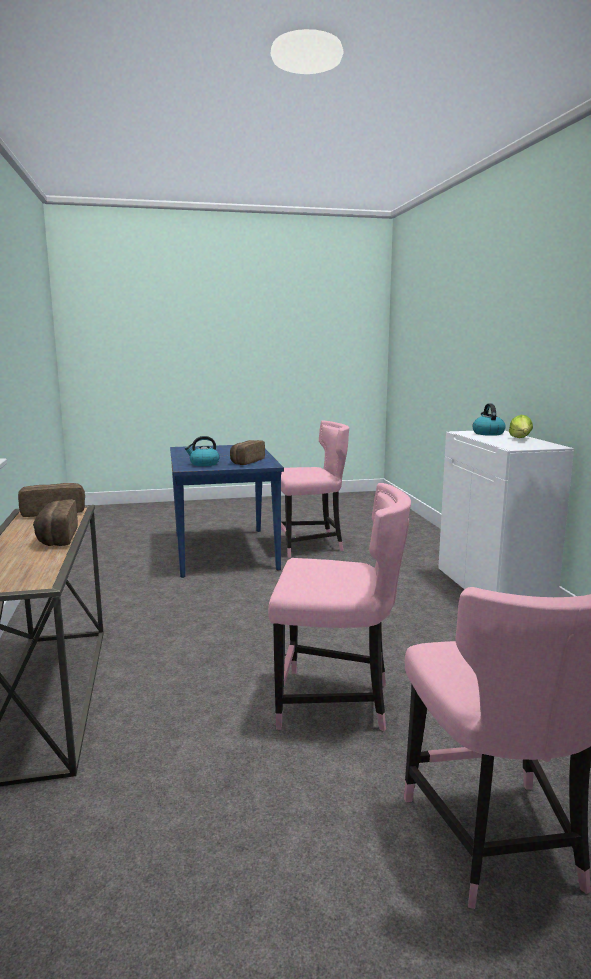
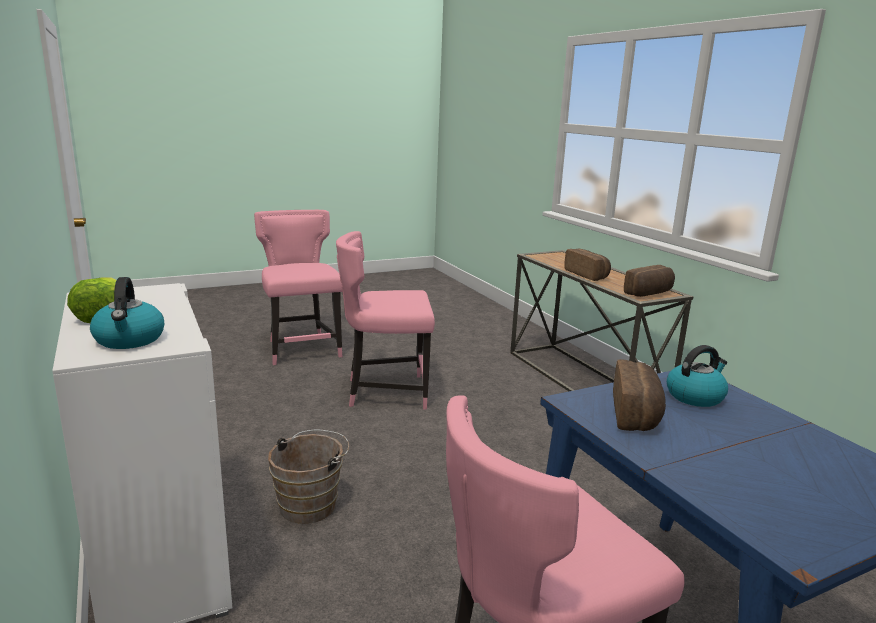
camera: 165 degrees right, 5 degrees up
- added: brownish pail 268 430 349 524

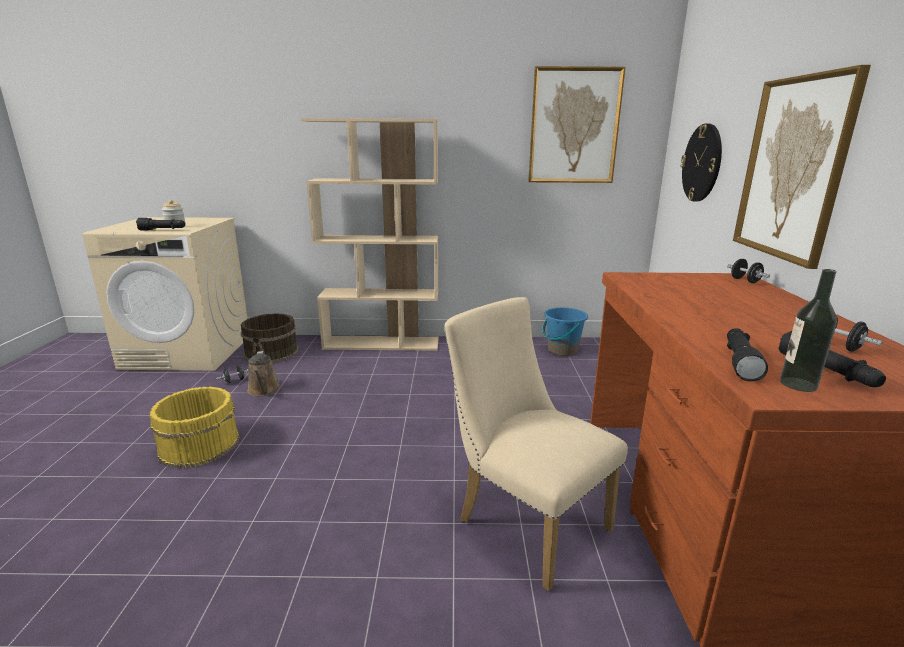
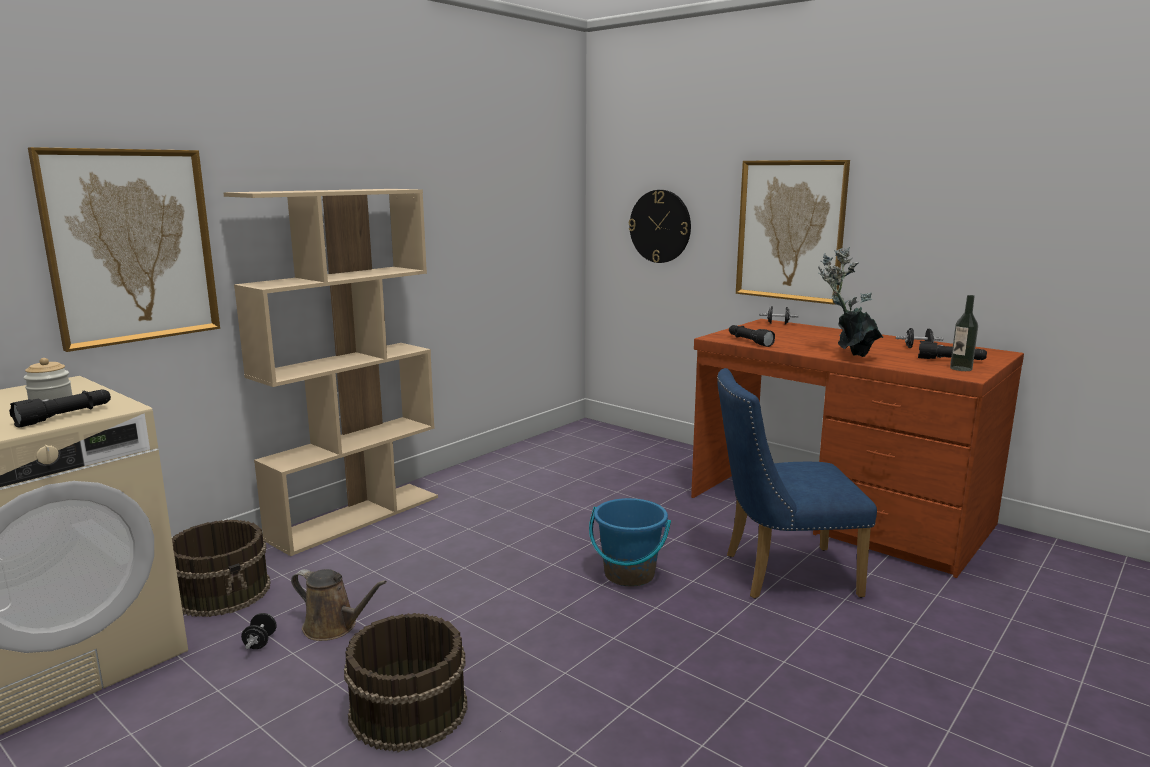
camera: 50 degrees left, 5 degrees down
- moved: wall picture 528 66 626 183 to 28 147 220 352
- recoloured: beige-coloured plain chair 444 297 628 591 to blue plain chair 717 368 877 599
- moved: blue pail 543 307 588 356 to 589 498 671 587
- moved: black-coloured torch 727 328 768 381 to 729 325 775 347
- recoloured: yellow-coloured pail 150 387 240 468 to brownish pail 344 613 467 752
- added: houseplant 818 247 883 357

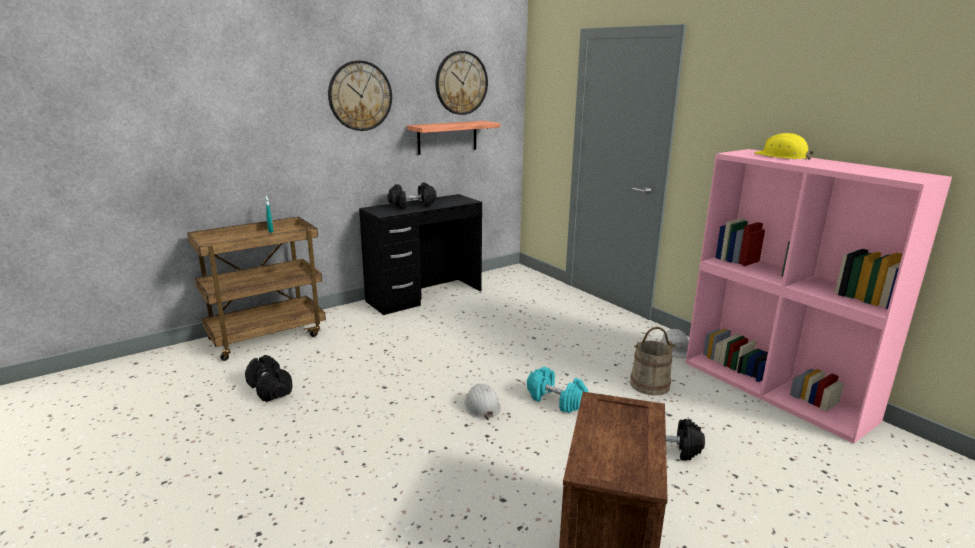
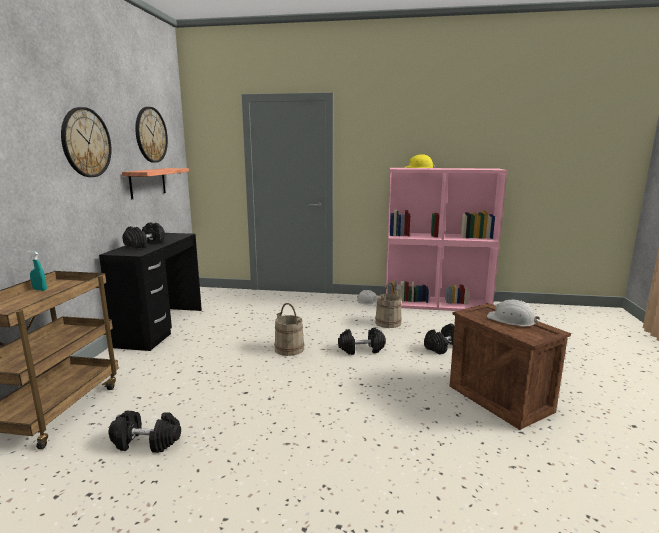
camera: 45 degrees left, 5 degrees down
- recoloured: turquoise-coloured free weight 527 367 588 413 to black-coloured free weight 338 328 386 355
- moved: white hard hat 465 384 501 420 to 487 300 540 327
- added: beige-coloured pail 274 303 305 356

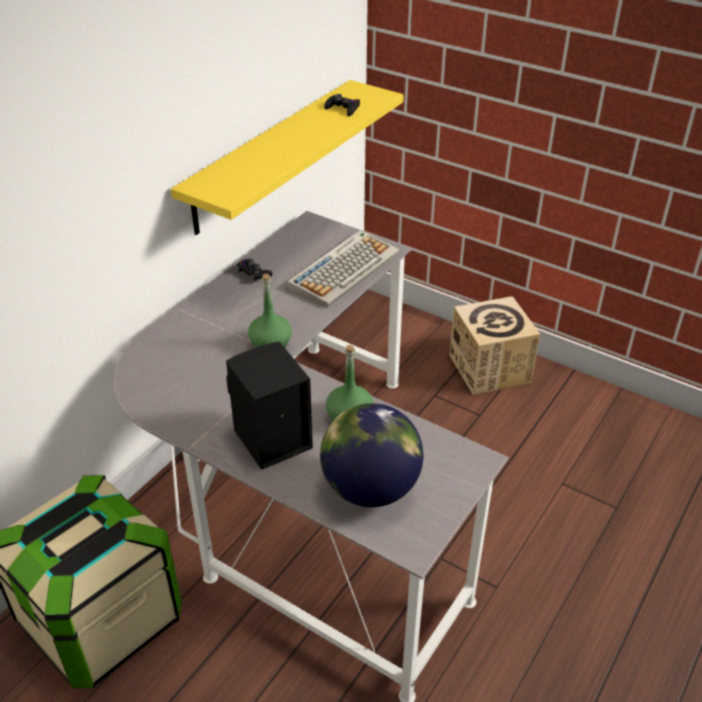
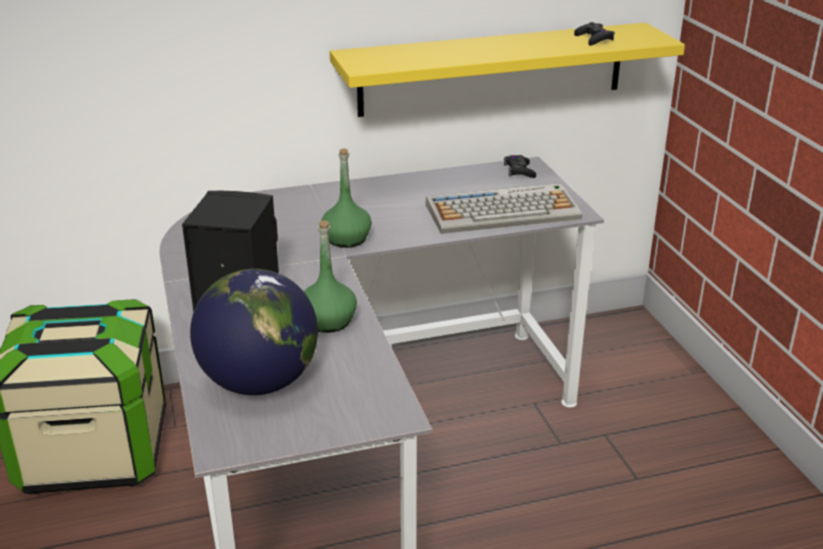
camera: 40 degrees right, 10 degrees down
- moved: black-coloured gamepad 235 259 272 283 to 504 155 536 178
- removed: packing box 449 296 540 395

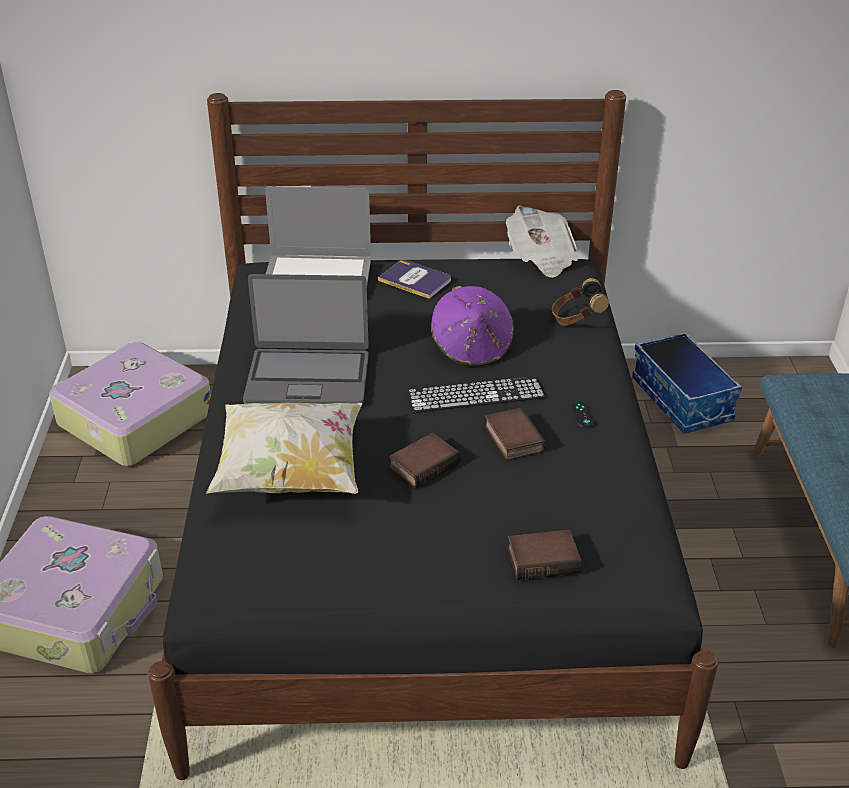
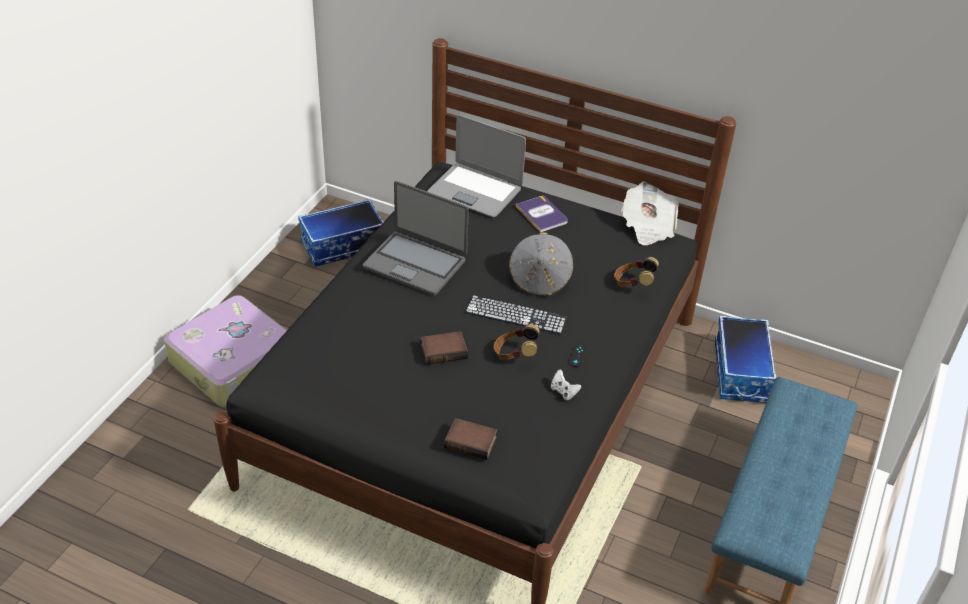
camera: 25 degrees right, 5 degrees up
- recoloured: purplish hat 431 286 514 367 to gray hat 509 232 573 296
- replaced: travel case 49 342 211 466 to storage box 298 199 384 267
- removed: throw pillow 206 403 362 494
- replaced: bound book 485 407 546 461 to headphones 494 324 540 360
- added: white gamepad 551 369 581 400

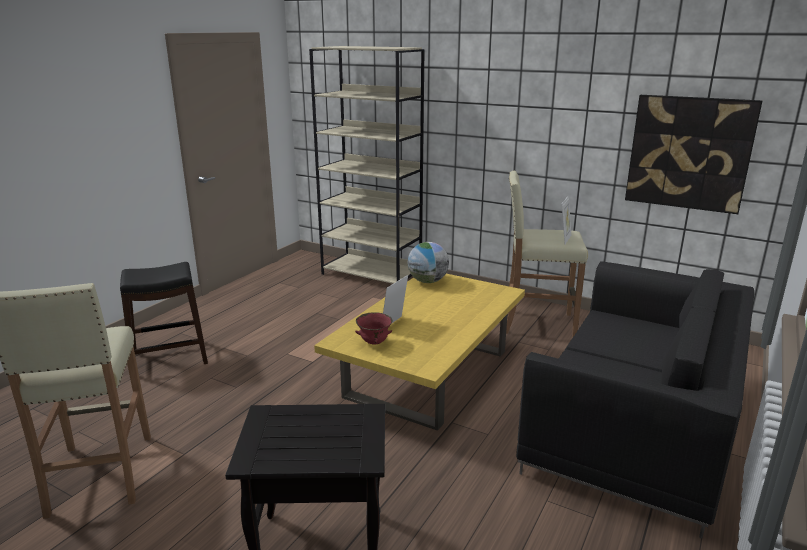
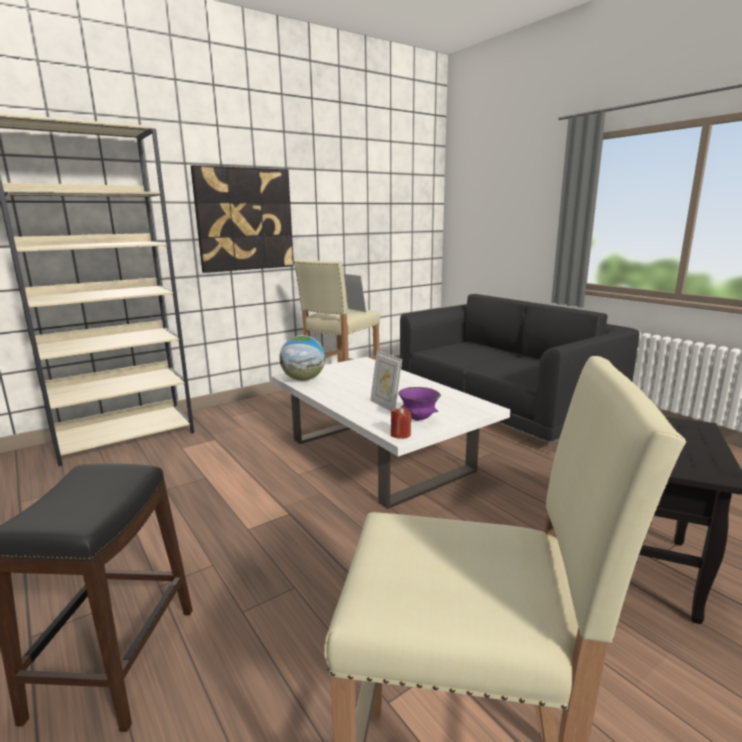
camera: 65 degrees left, 5 degrees down
- moved: wall picture 625 95 762 214 to 191 165 294 273
- recoloured: yellow-coloured coffee table 314 274 525 431 to white coffee table 272 357 510 509
- recoloured: red-coloured serving bowl 355 312 393 345 to purplish serving bowl 398 387 441 421
- added: red-coloured candle 390 407 412 439

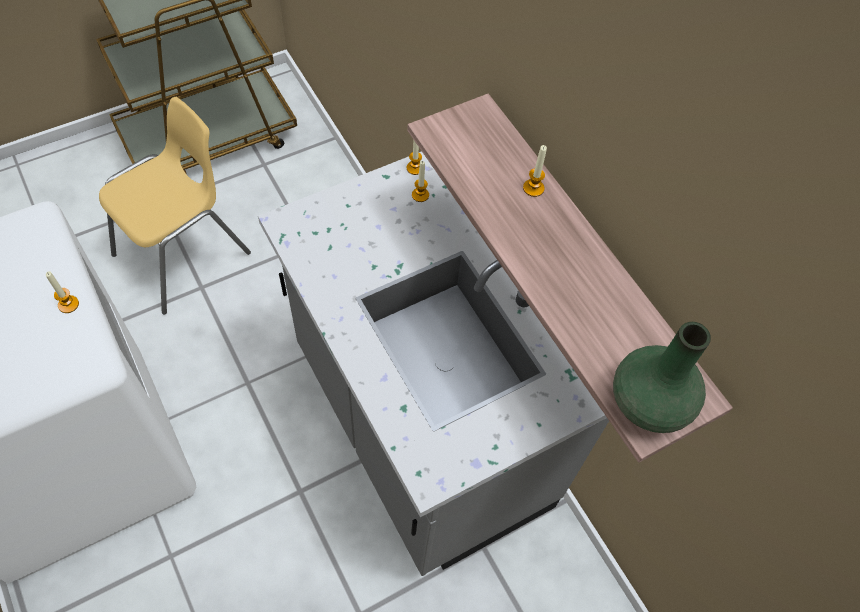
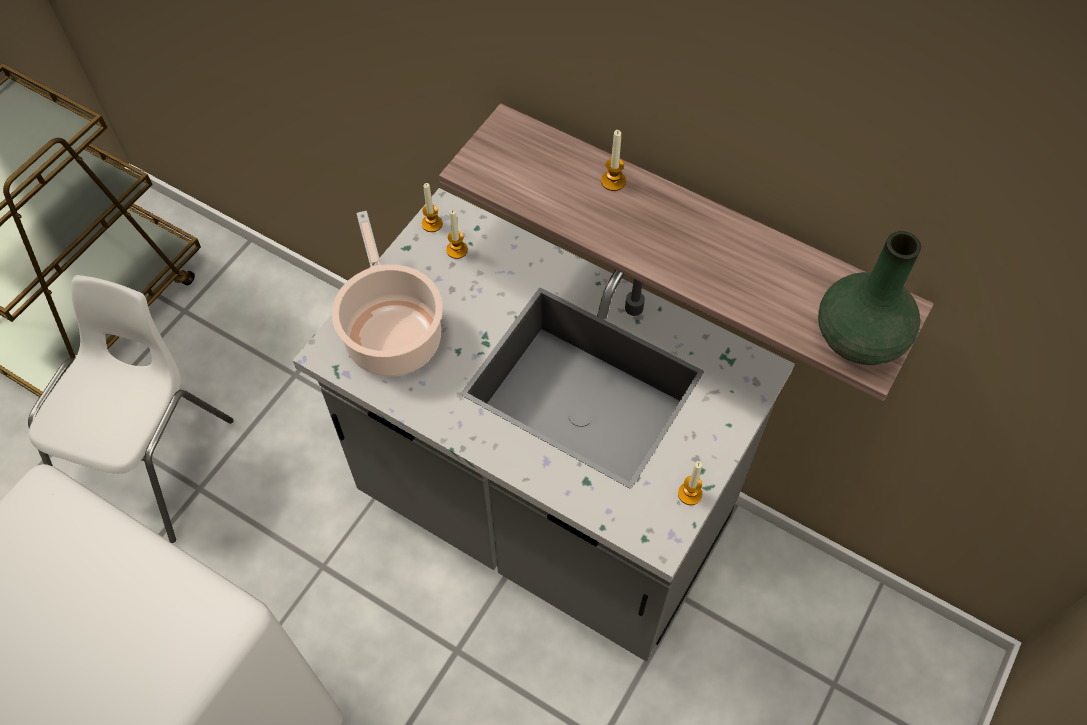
camera: 25 degrees left, 0 degrees up
- recoloured: yellow-coloured plain chair 99 97 251 314 to white plain chair 28 275 234 543
- moved: candle 46 271 79 313 to 678 461 702 505
- added: cooking pot 332 211 443 377

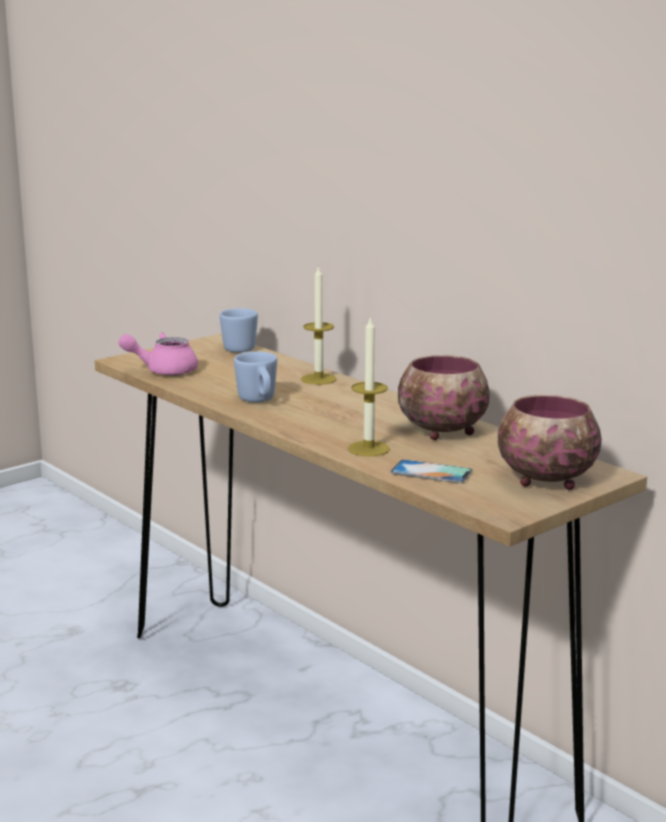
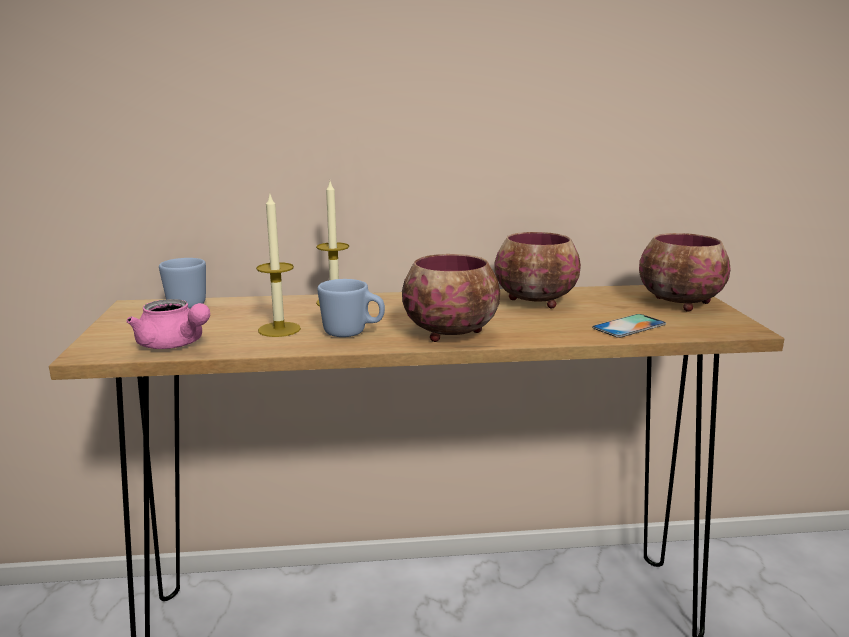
camera: 55 degrees left, 0 degrees up
- moved: candle 348 317 390 457 to 256 192 301 337
- turned: pink-coloured tea pot 118 333 198 376 = 126 299 210 349 75 degrees counterclockwise
- added: serving bowl 402 254 500 342

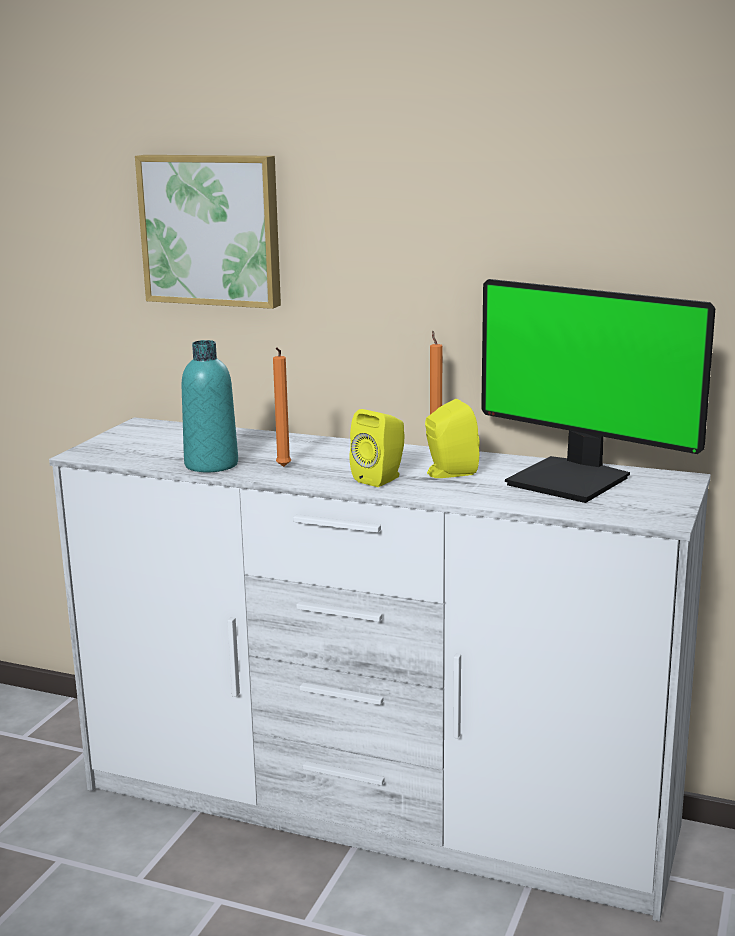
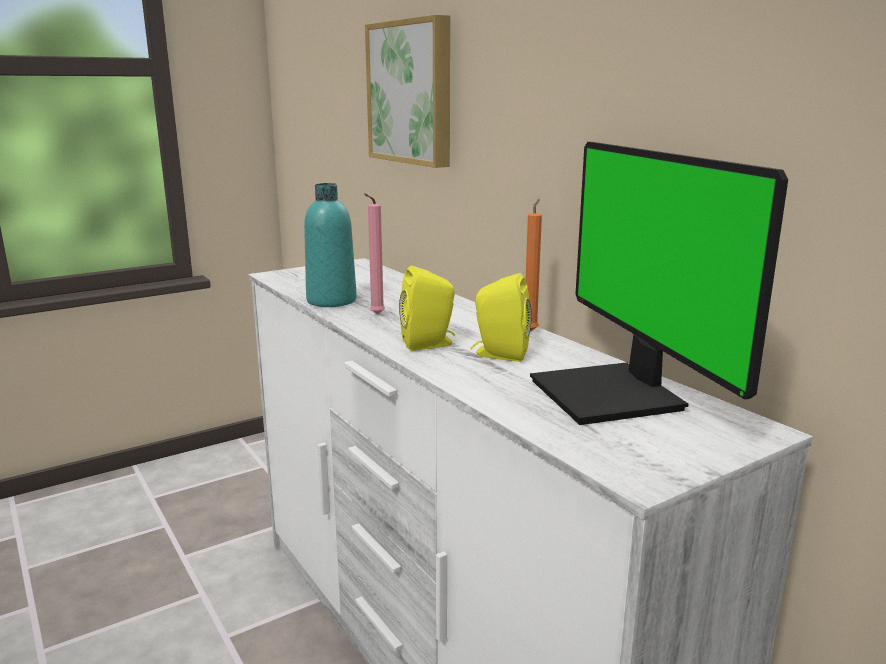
camera: 35 degrees right, 0 degrees up
- recoloured: orangey candle 273 347 291 467 to pink-coloured candle 364 193 385 315

